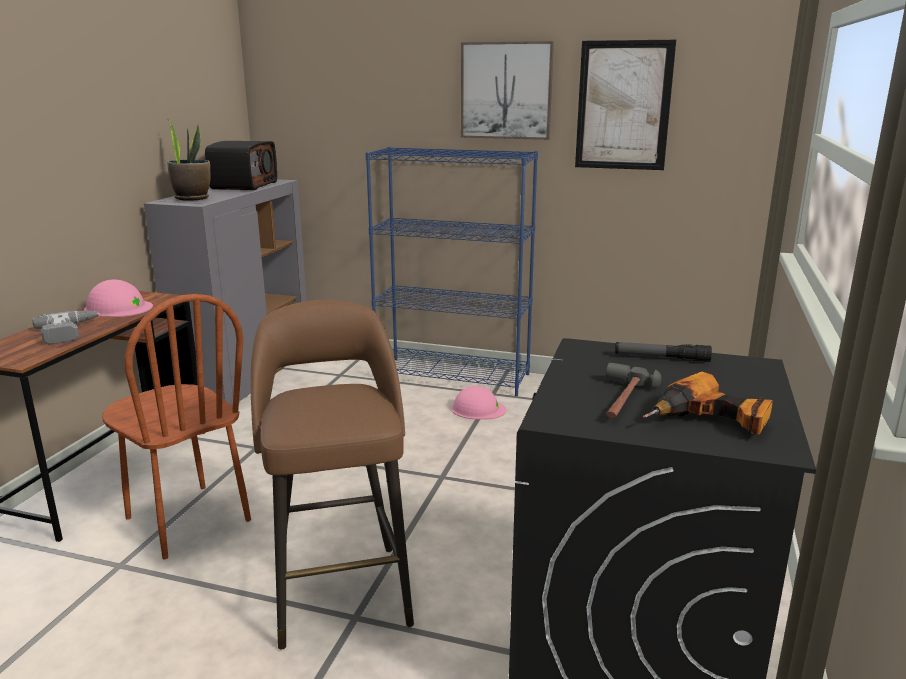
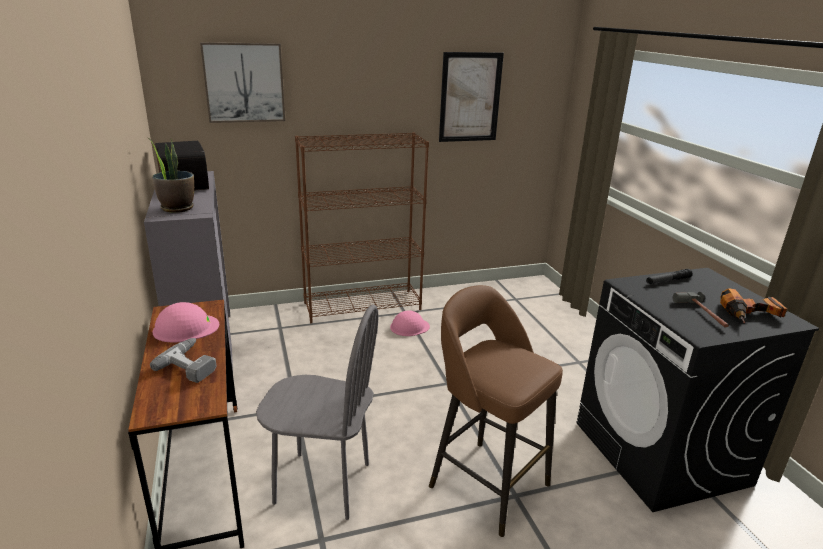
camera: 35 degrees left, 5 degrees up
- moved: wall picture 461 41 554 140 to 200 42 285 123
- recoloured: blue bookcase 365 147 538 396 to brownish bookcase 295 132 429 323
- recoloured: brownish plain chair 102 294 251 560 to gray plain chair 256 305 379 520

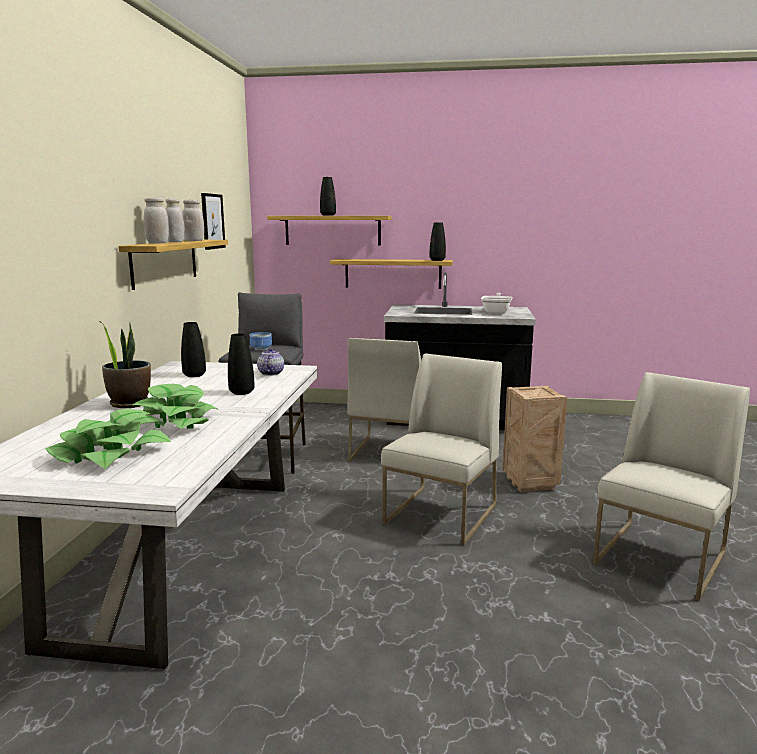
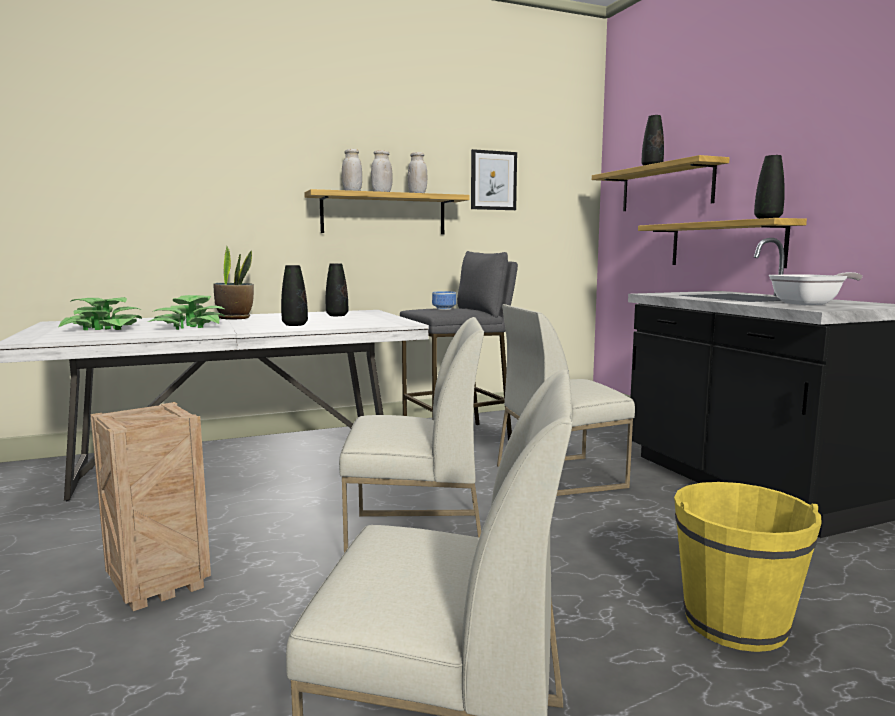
camera: 60 degrees right, 5 degrees down
- removed: tea pot 257 348 284 376
- moved: shipping crate 502 385 567 492 to 90 402 211 611
- added: yellow-coloured pail 674 482 822 652

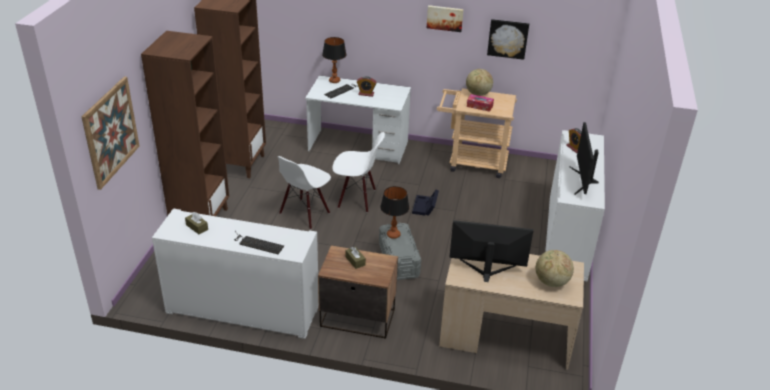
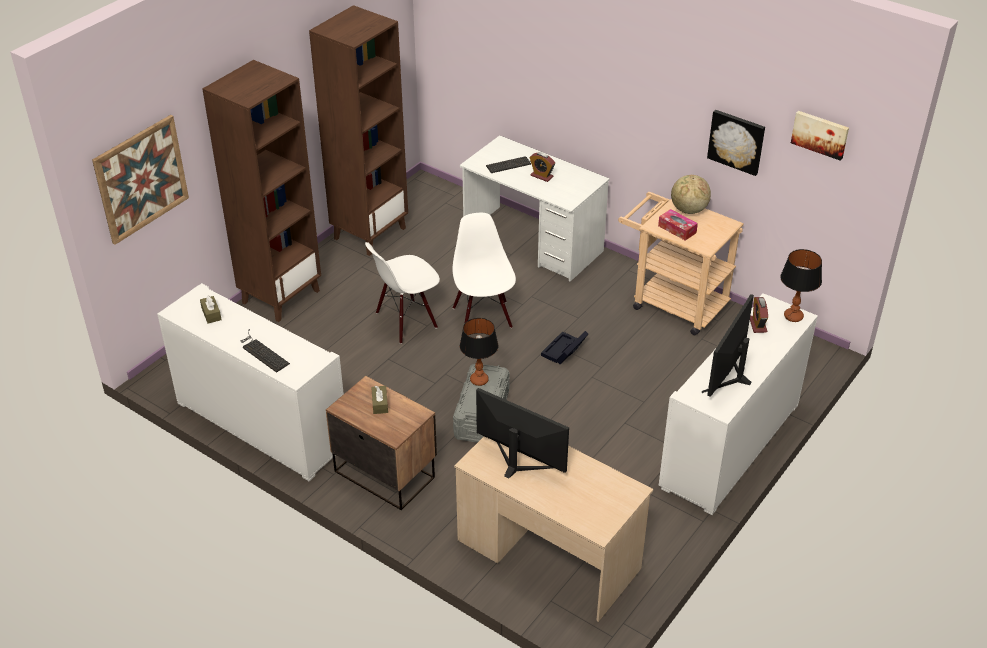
camera: 25 degrees right, 5 degrees up
- moved: wall picture 427 5 464 32 to 791 111 849 161
- moved: tabletop lamp 322 37 347 83 to 780 249 822 322
- turned: white plain chair 332 132 385 213 = 453 213 516 328 135 degrees counterclockwise
- removed: globe 536 250 574 287

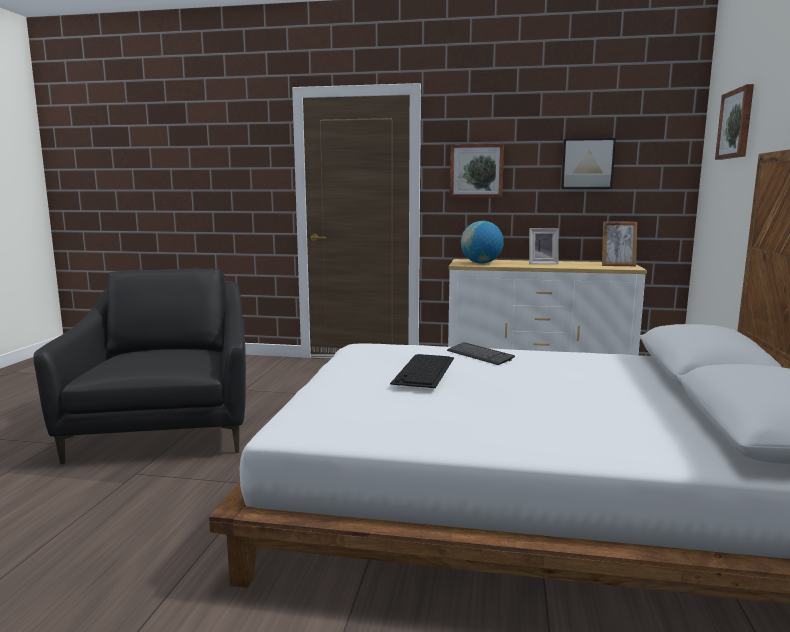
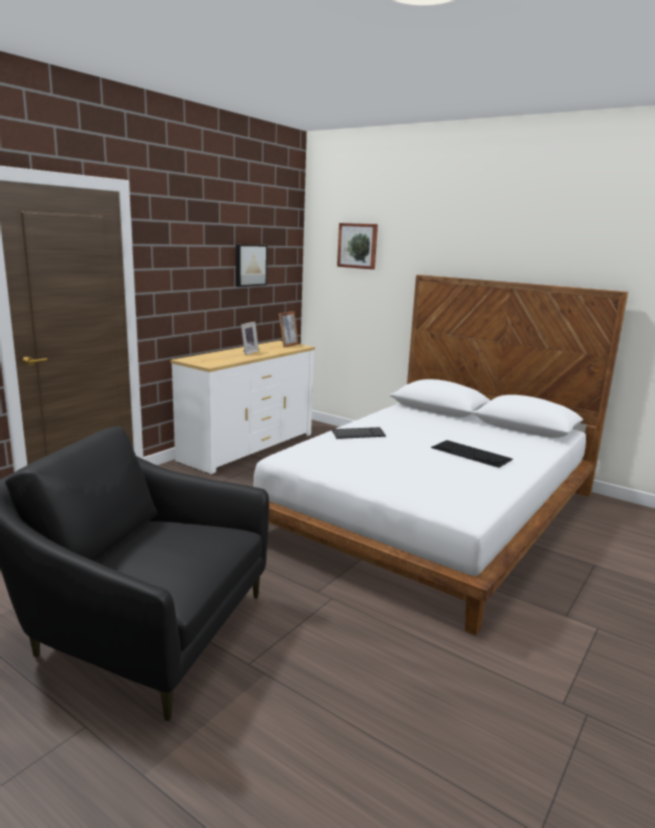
camera: 65 degrees left, 5 degrees up
- removed: wall picture 450 143 504 198
- removed: globe 461 221 504 264
- moved: PC keyboard 390 354 454 388 to 431 440 513 468

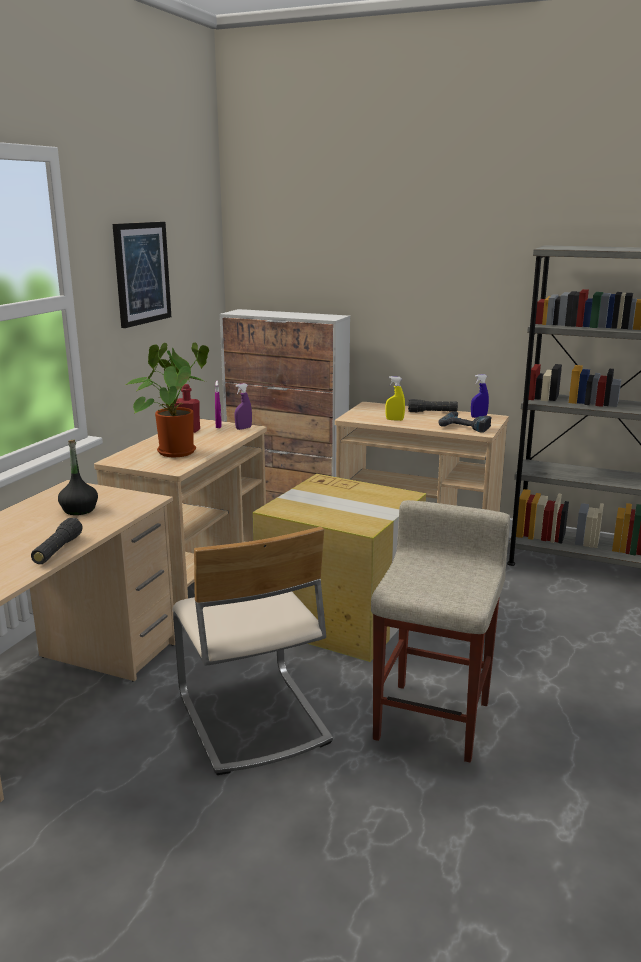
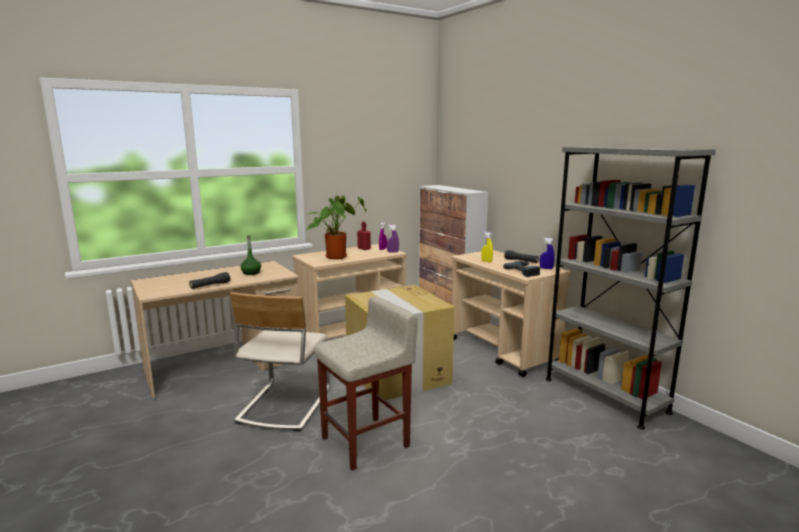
camera: 35 degrees right, 5 degrees down
- removed: wall picture 113 222 171 328
- recoloured: black-coloured beverage bottle 58 440 98 515 to green beverage bottle 240 236 261 275

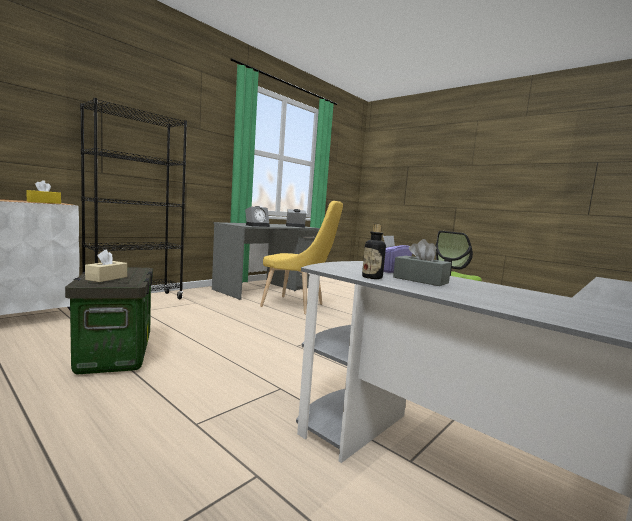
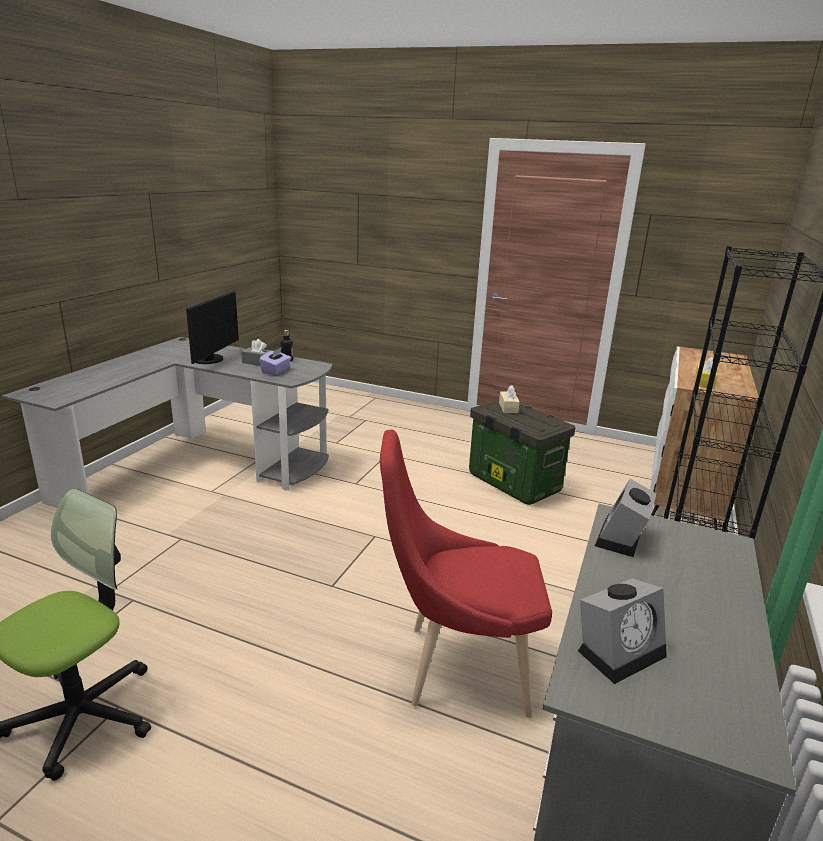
camera: 160 degrees right, 15 degrees up
- recoloured: yellow-coloured plain chair 260 201 343 314 to red-coloured plain chair 380 429 552 718
- added: computer screen 186 291 239 364

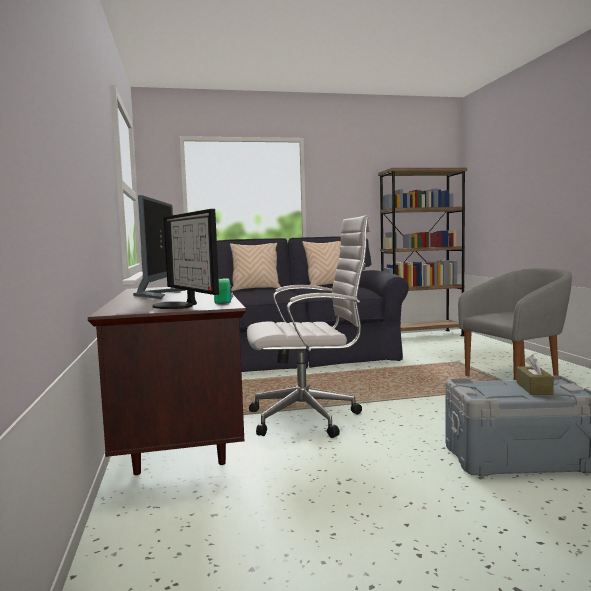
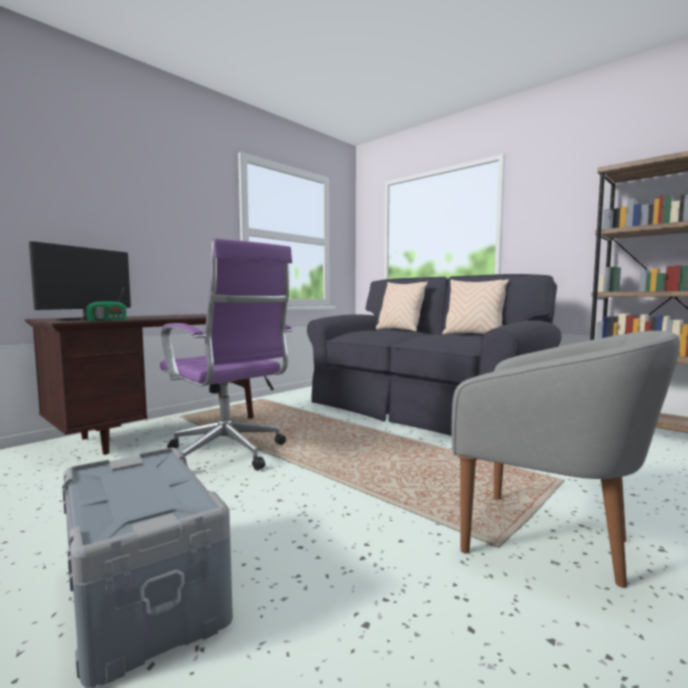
camera: 55 degrees right, 0 degrees up
- removed: computer screen 133 195 185 299
- recoloured: white desk chair 247 215 371 438 to purplish desk chair 160 238 293 471
- removed: brownish tissue box 517 355 554 395

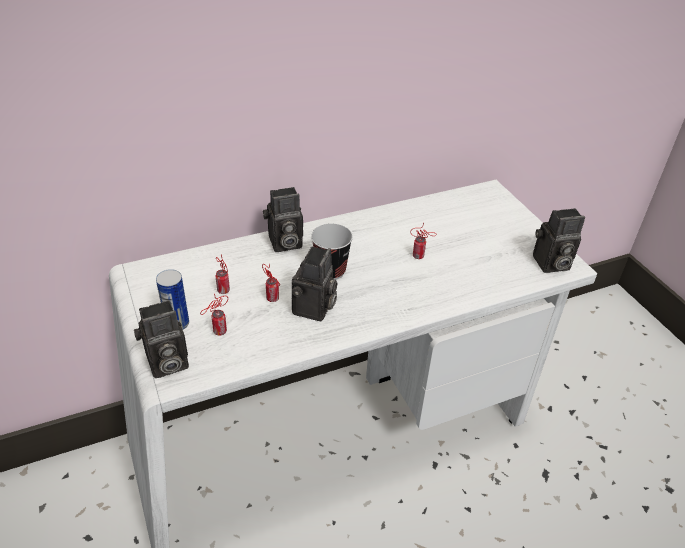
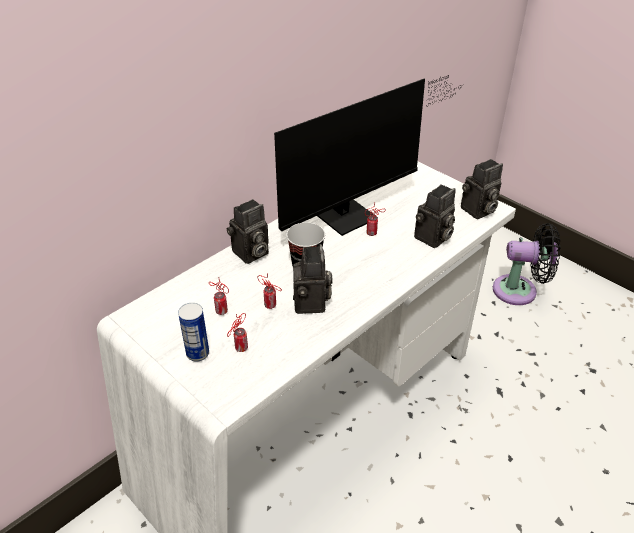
camera: 20 degrees left, 0 degrees up
- moved: photo camera 134 300 189 378 to 414 184 456 248
- added: computer screen 274 75 464 236
- added: black-coloured fan 493 223 560 305

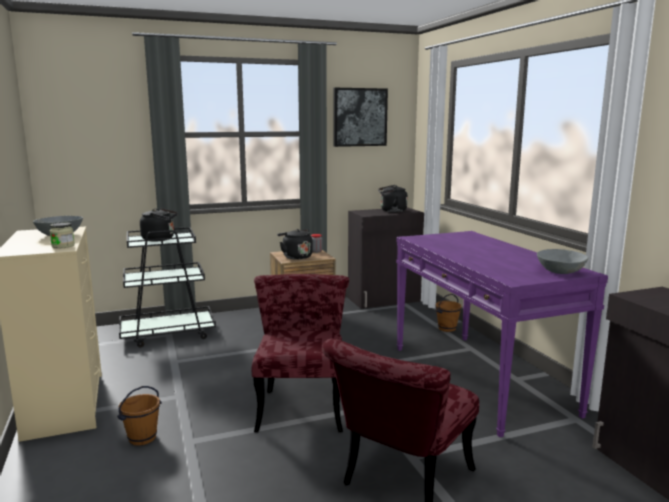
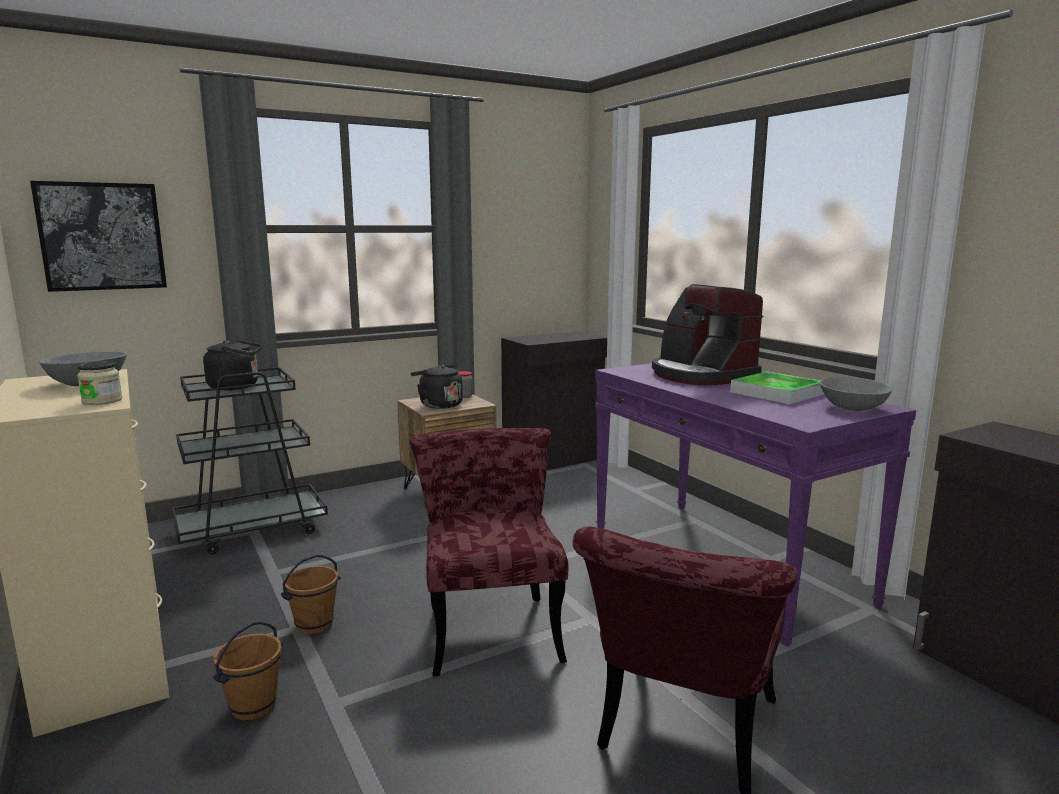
camera: 10 degrees left, 0 degrees up
- moved: wall picture 334 88 388 147 to 30 181 167 292
- removed: black-coloured water kettle 378 185 408 212
- moved: brownish pail 435 294 462 332 to 281 555 341 635
- added: coffee maker 652 284 763 385
- added: tray 730 372 824 405

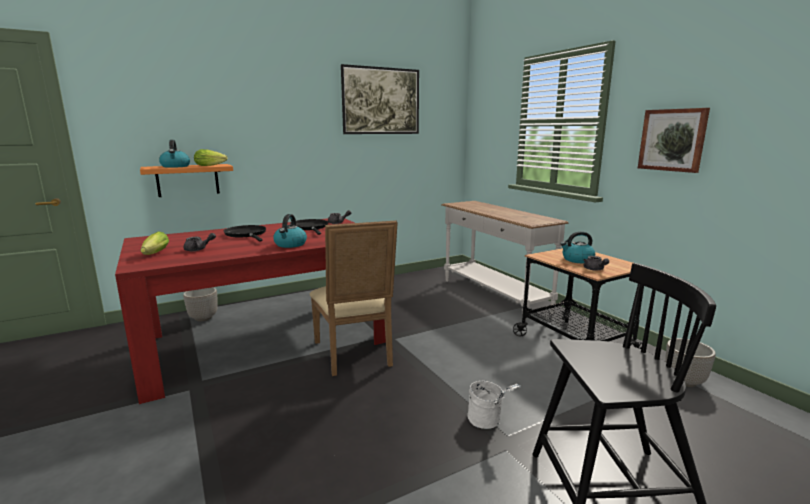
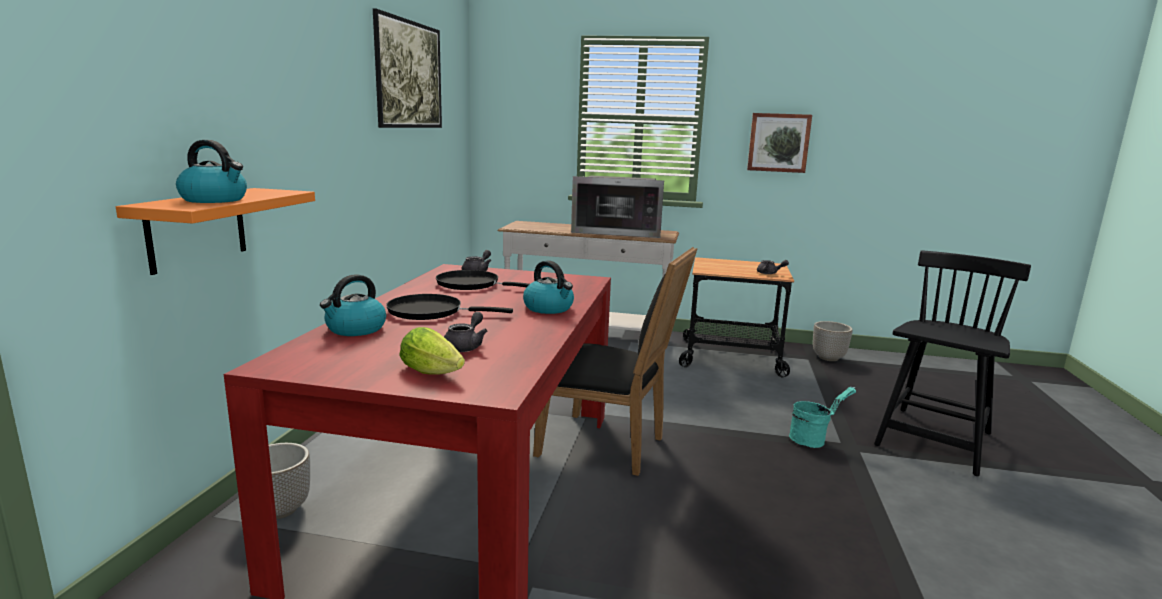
camera: 50 degrees left, 0 degrees up
- removed: lettuce 194 149 227 166
- recoloured: beige-coloured plain chair 310 221 398 376 to black-coloured plain chair 533 247 697 476
- moved: water kettle 560 231 595 263 to 320 274 386 336
- recoloured: white pail 467 381 521 429 to turquoise-coloured pail 789 387 856 448
- added: microwave oven 571 176 664 238

